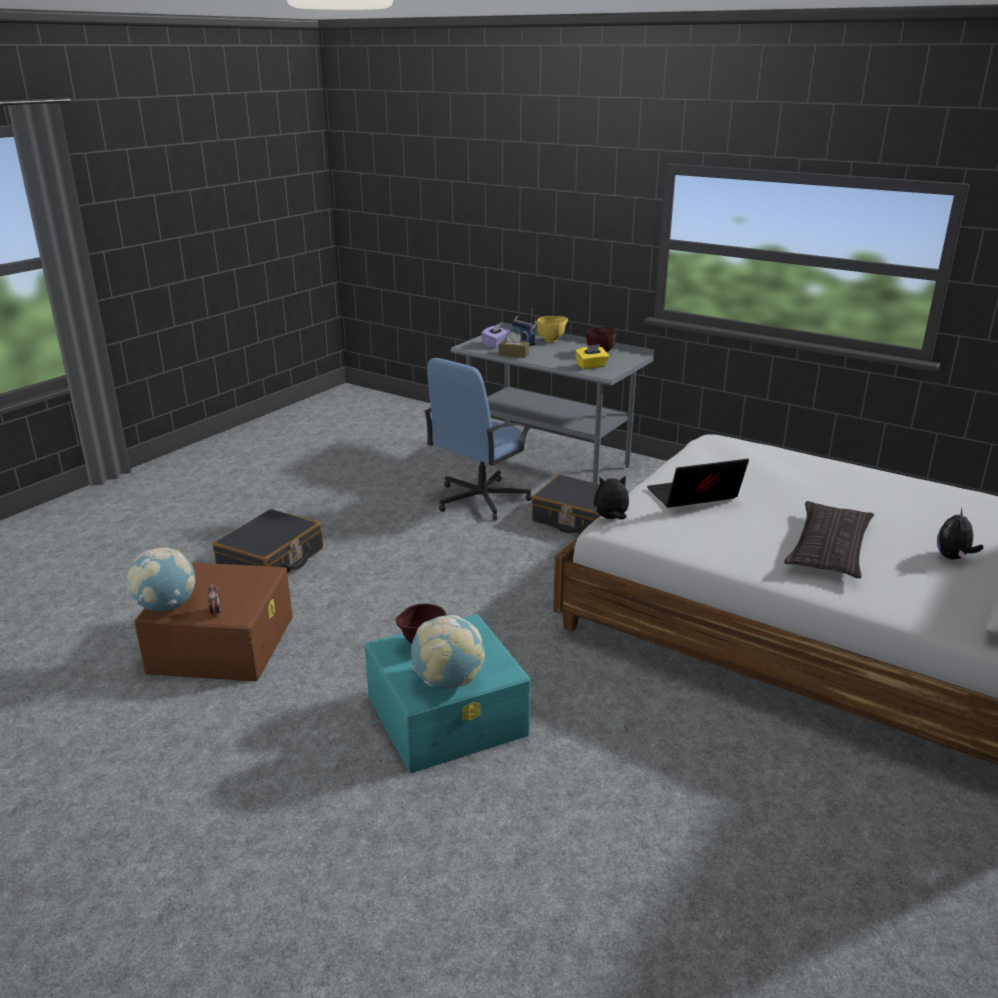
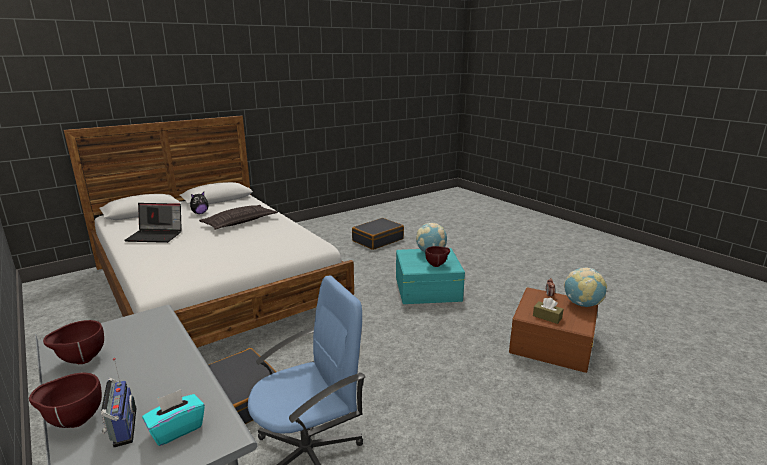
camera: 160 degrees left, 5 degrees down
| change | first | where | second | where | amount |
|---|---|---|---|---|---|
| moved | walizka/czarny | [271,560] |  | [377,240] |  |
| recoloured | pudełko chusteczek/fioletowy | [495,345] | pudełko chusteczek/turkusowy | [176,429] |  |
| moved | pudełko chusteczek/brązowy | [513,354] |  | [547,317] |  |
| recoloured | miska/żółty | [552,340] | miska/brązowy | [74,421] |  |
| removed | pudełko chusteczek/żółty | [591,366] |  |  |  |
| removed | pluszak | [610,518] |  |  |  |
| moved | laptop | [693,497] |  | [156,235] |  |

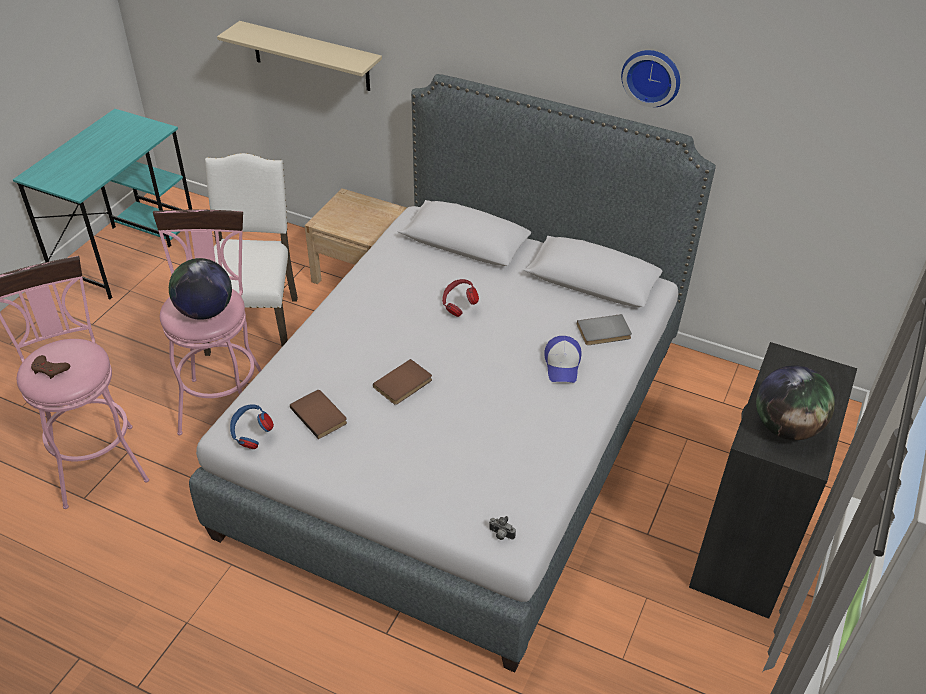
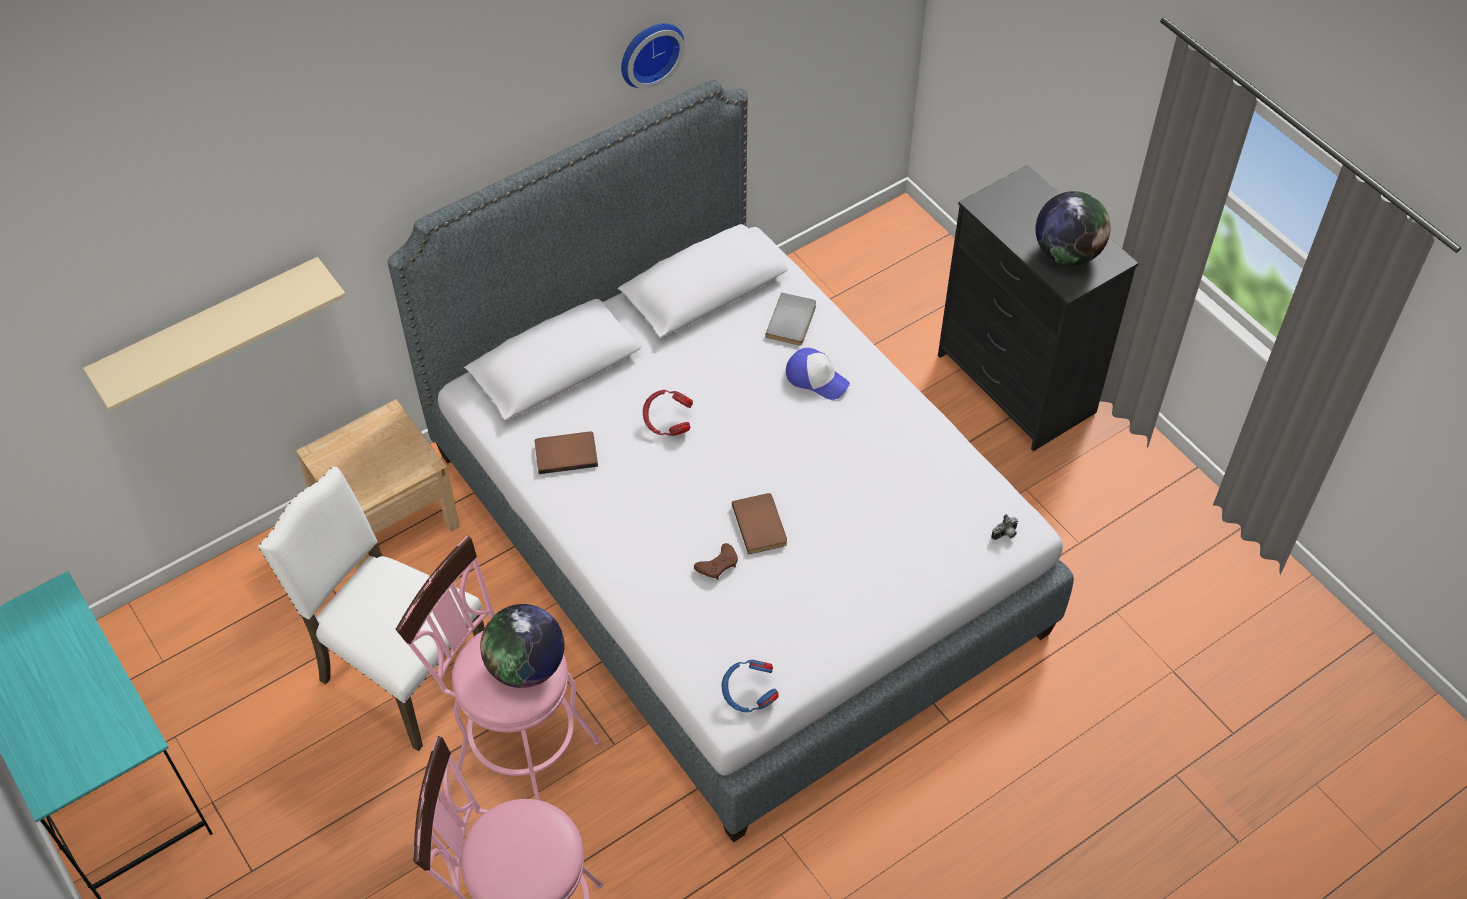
camera: 60 degrees left, 10 degrees up
| change | first | where | second | where | amount |
|---|---|---|---|---|---|
| moved | pad do gier/brązowy | [50,369] |  | [718,565] |  |
| moved | książka/brązowy | [320,415] |  | [566,453] |  |

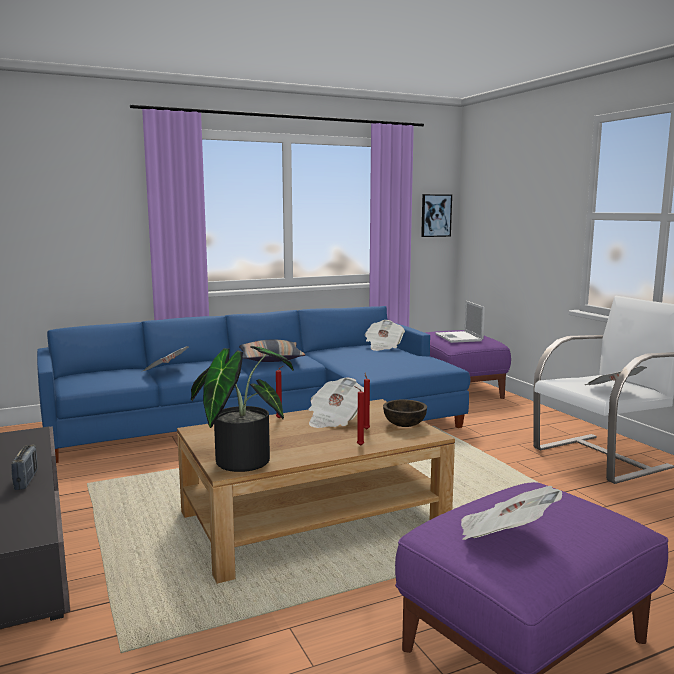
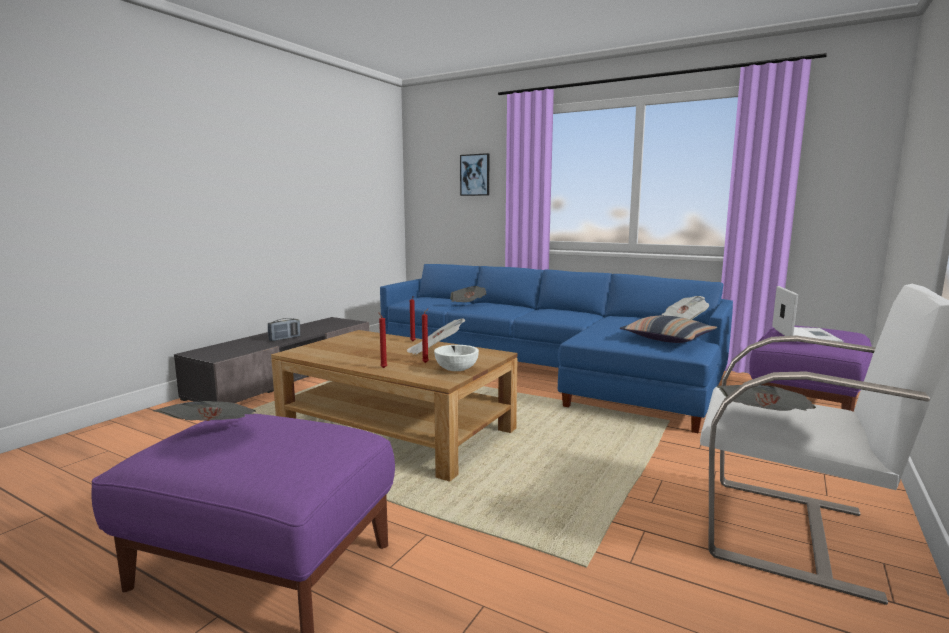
camera: 55 degrees right, 0 degrees up
| change | first | where | second | where | amount |
|---|---|---|---|---|---|
| removed | roślina doniczkowa | [241,459] |  |  |  |
| moved | poduszka | [270,359] |  | [667,338] |  |
| recoloured | miska/brązowy | [405,425] | miska/biały | [457,369] |  |
| moved | obraz | [435,215] |  | [475,175] |  |
| turned | laptop | [459,338] |  | [804,335] | 150 degrees clockwise |

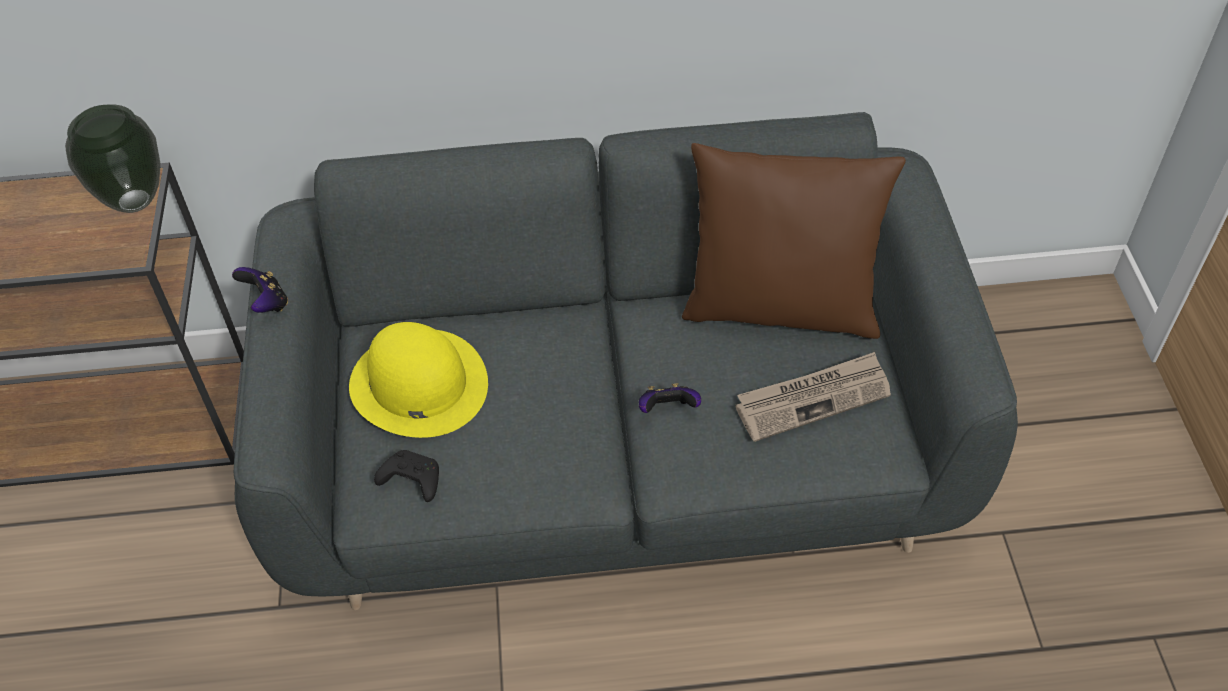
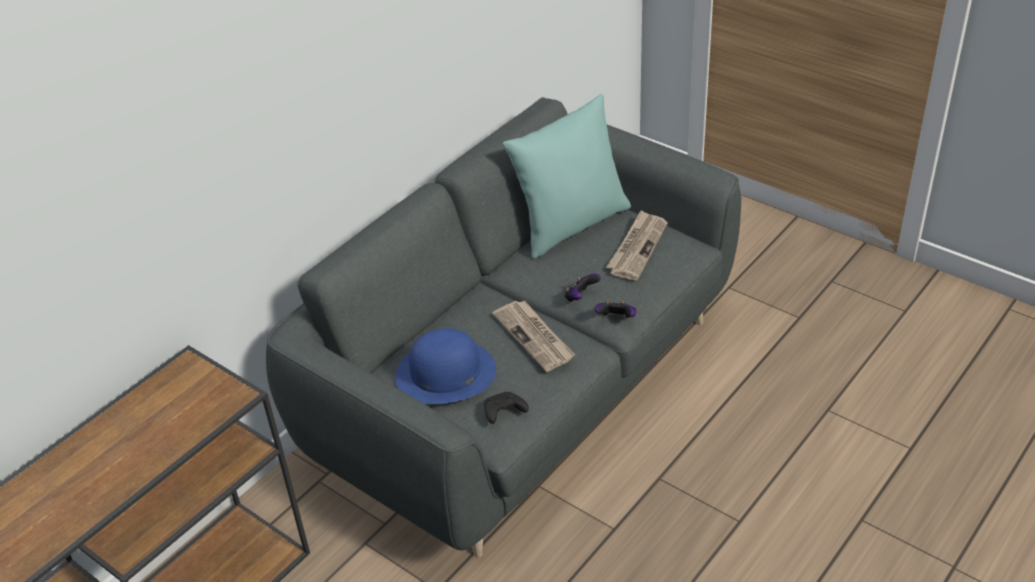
camera: 45 degrees left, 10 degrees down
| change | first | where | second | where | amount |
|---|---|---|---|---|---|
| removed | wazon | [133,202] |  |  |  |
| moved | pad do gier | [266,303] |  | [616,319] |  |
| recoloured | kapelusz/żółty | [418,384] | kapelusz/niebieski | [445,373] |  |
| recoloured | poduszka/brązowy | [780,308] | poduszka/turkusowy | [570,225] |  |
| added |  |  | gazeta | [534,337] |  |

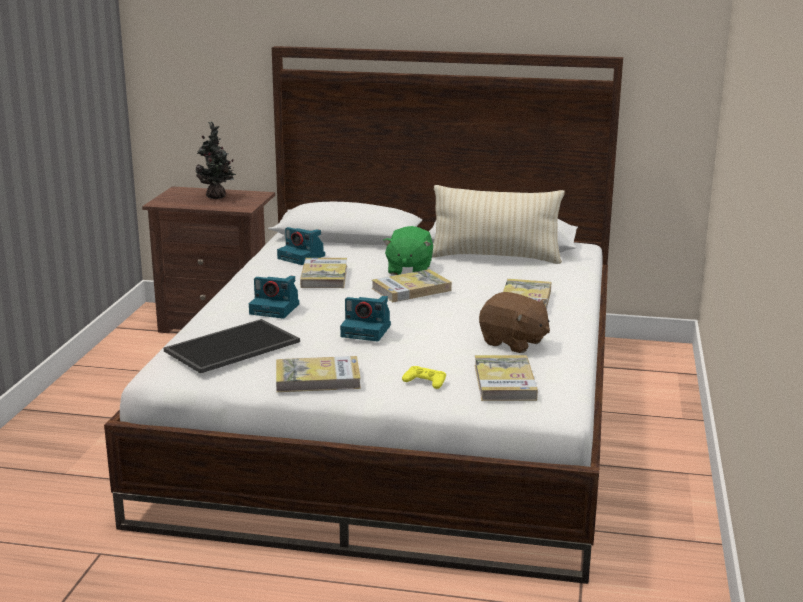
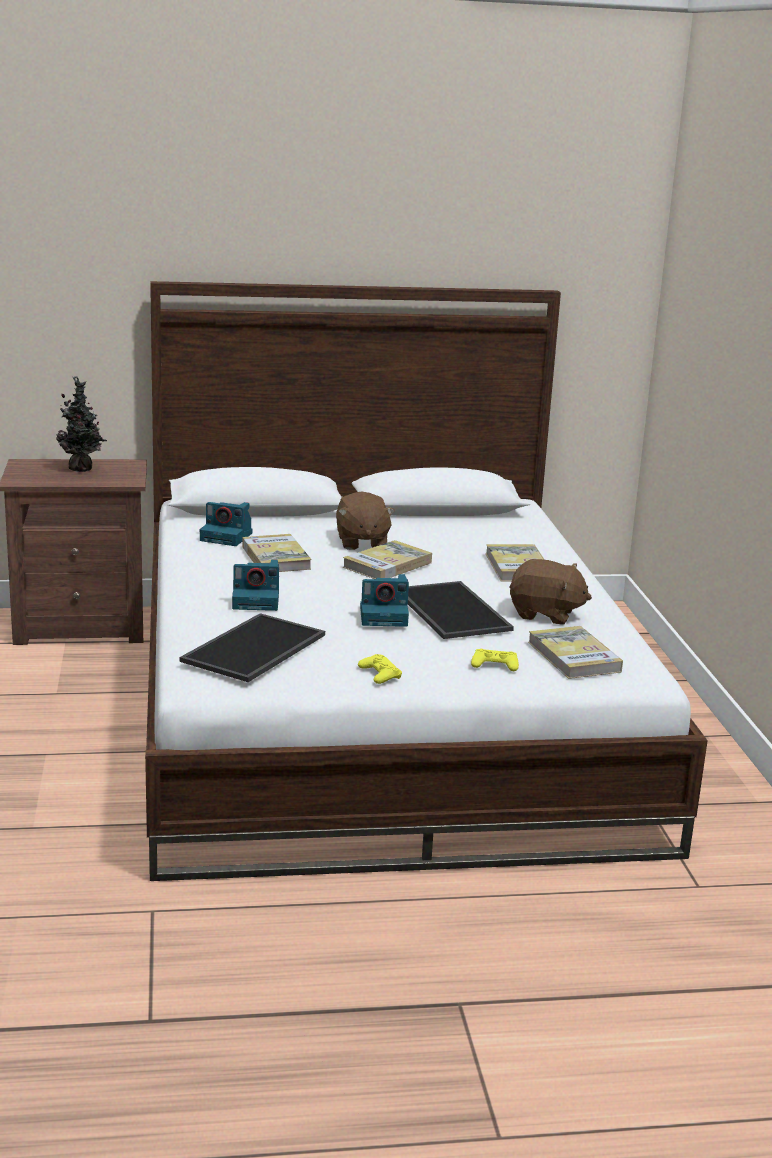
camera: 20 degrees left, 0 degrees up
| change | first | where | second | where | amount |
|---|---|---|---|---|---|
| replaced | książka | [317,378] | pad do gier/żółty | [379,674] |  |
| recoloured | pluszak/zielony | [408,270] | pluszak/brązowy | [361,542] |  |
| removed | poduszka/beżowy | [495,257] |  |  |  |
| added |  |  | taca | [449,610] |  |

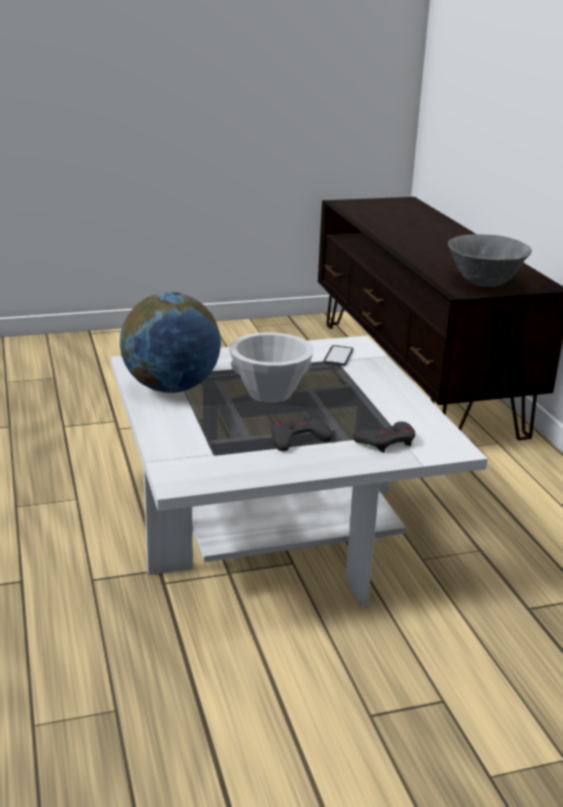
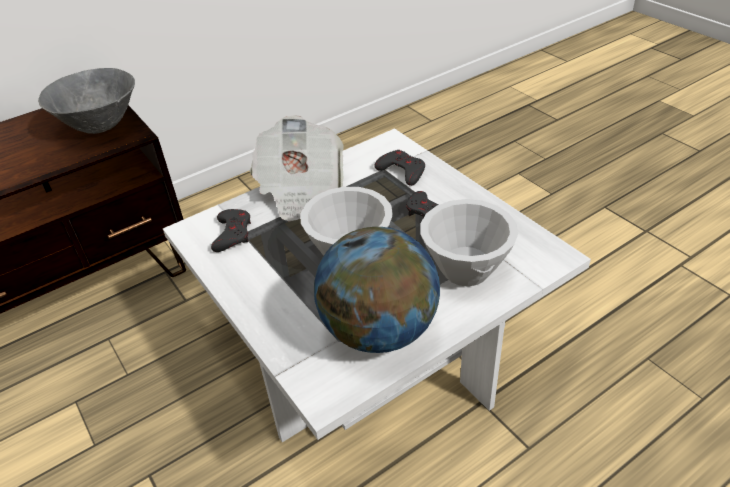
camera: 105 degrees left, 15 degrees up
| change | first | where | second | where | amount |
|---|---|---|---|---|---|
| replaced | telefon | [338,356] | pad do gier/szary | [232,234] |  |
| added |  |  | gazeta | [301,190] |  |
| added |  |  | miska/biały | [465,270] |  |

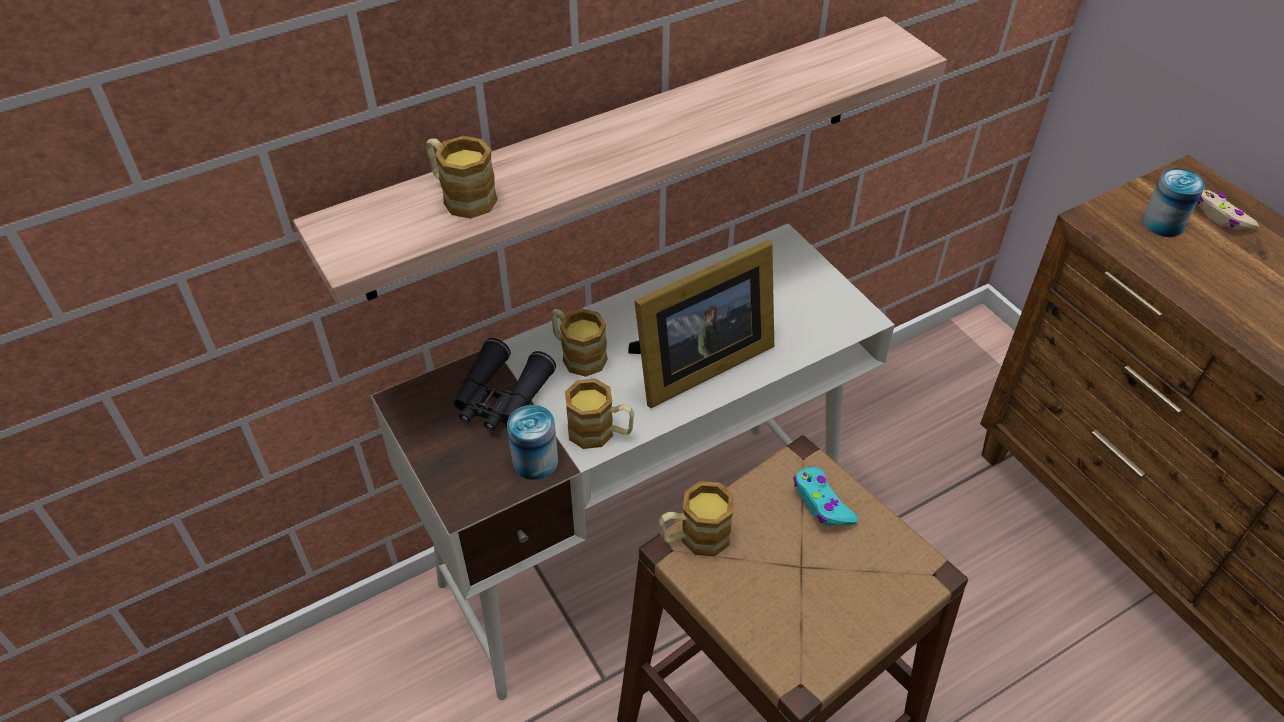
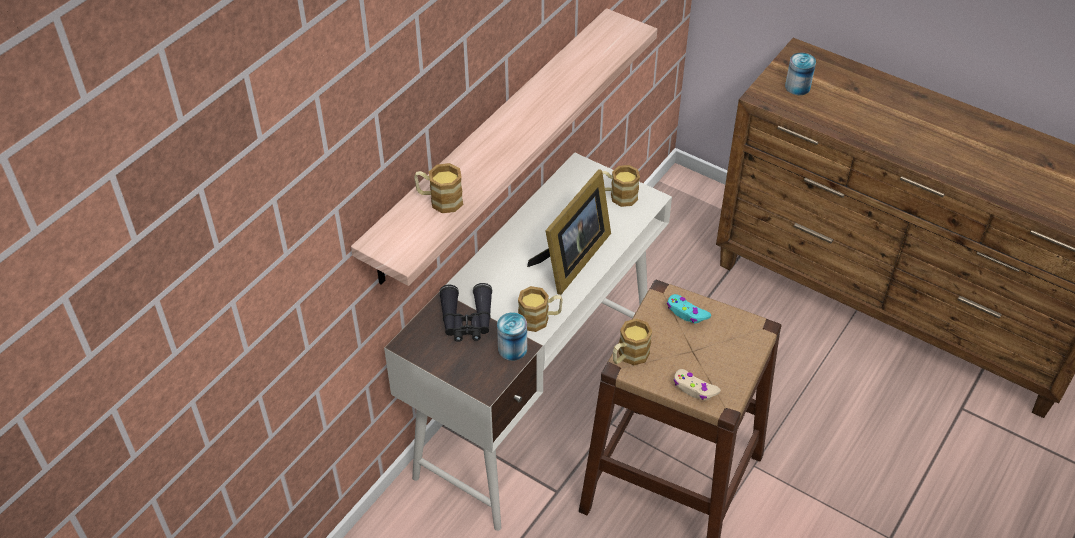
camera: 25 degrees left, 0 degrees up
| change | first | where | second | where | amount |
|---|---|---|---|---|---|
| moved | kubek | [577,354] |  | [618,195] |  |
| moved | pad do gier/beżowy | [1221,217] |  | [694,389] |  |

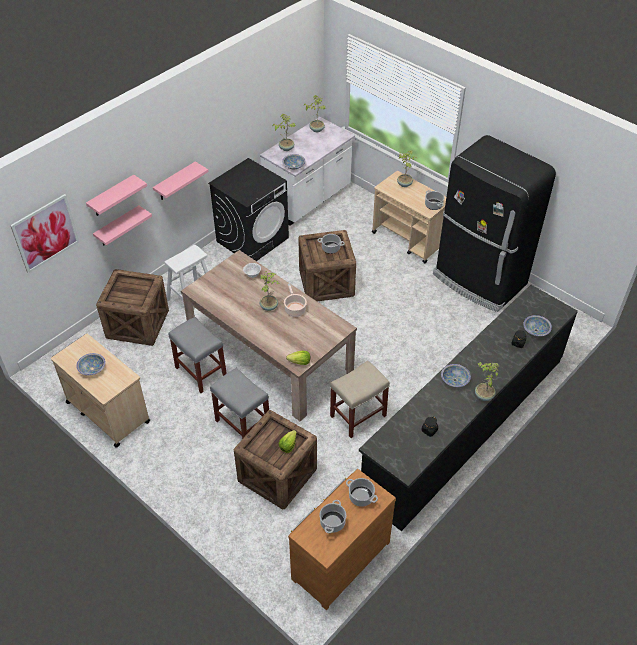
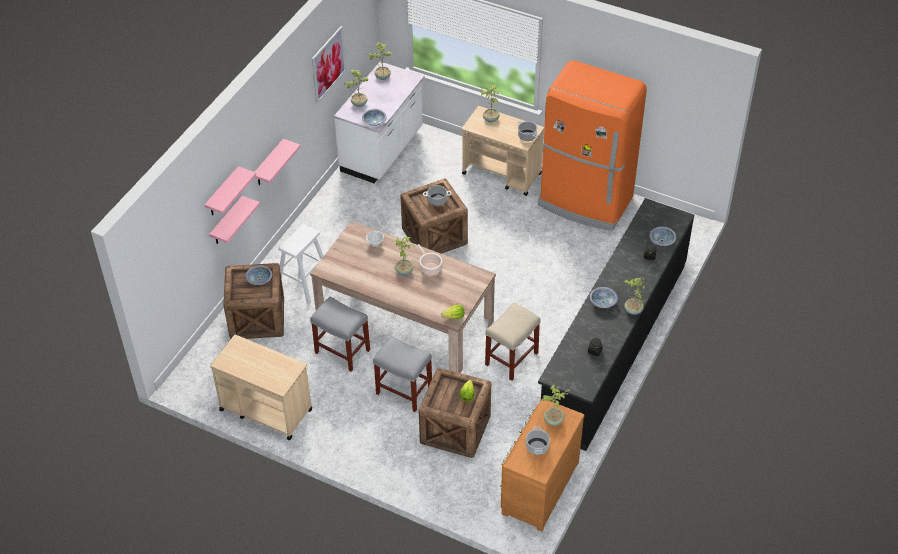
camera: 15 degrees left, 0 degrees up
| change | first | where | second | where | amount |
|---|---|---|---|---|---|
| moved | obraz | [45,233] |  | [328,64] |  |
| moved | miska | [92,368] |  | [259,279] |  |
| removed | pralka/czarny | [252,239] |  |  |  |
| replaced | garnek | [360,497] | roślina doniczkowa | [554,420] |  |
| recoloured | lodówka/czarny | [479,280] | lodówka/pomarańczowy | [585,202] |  |

